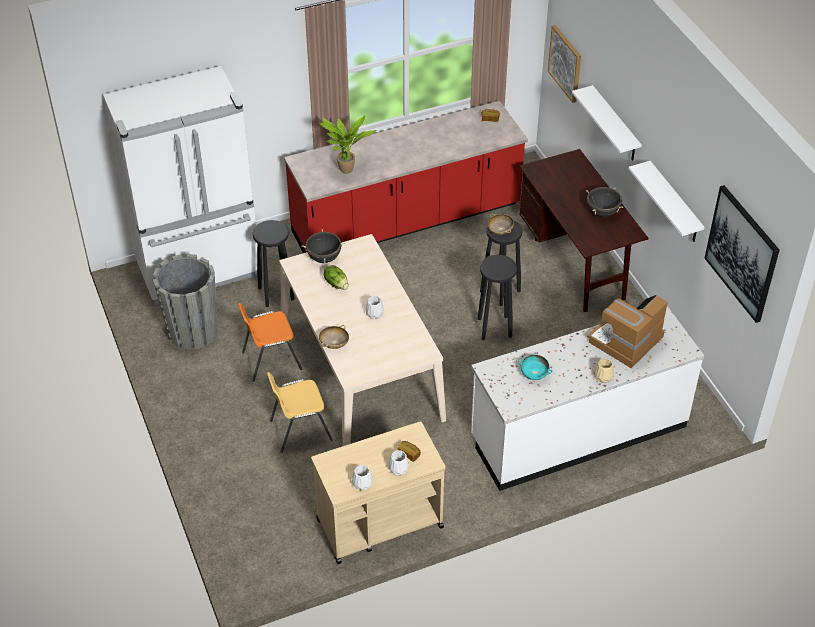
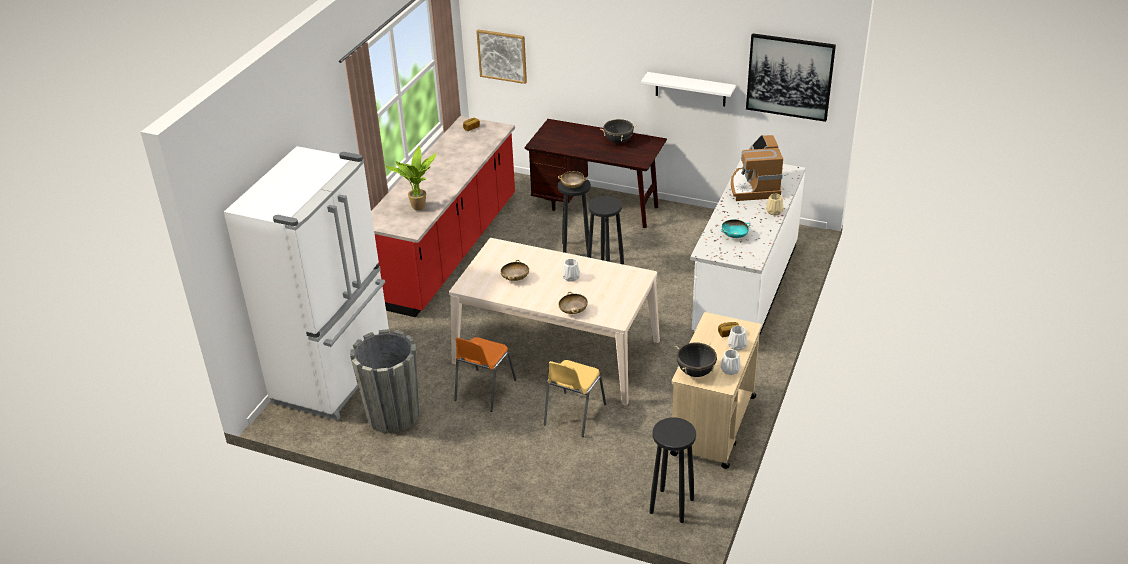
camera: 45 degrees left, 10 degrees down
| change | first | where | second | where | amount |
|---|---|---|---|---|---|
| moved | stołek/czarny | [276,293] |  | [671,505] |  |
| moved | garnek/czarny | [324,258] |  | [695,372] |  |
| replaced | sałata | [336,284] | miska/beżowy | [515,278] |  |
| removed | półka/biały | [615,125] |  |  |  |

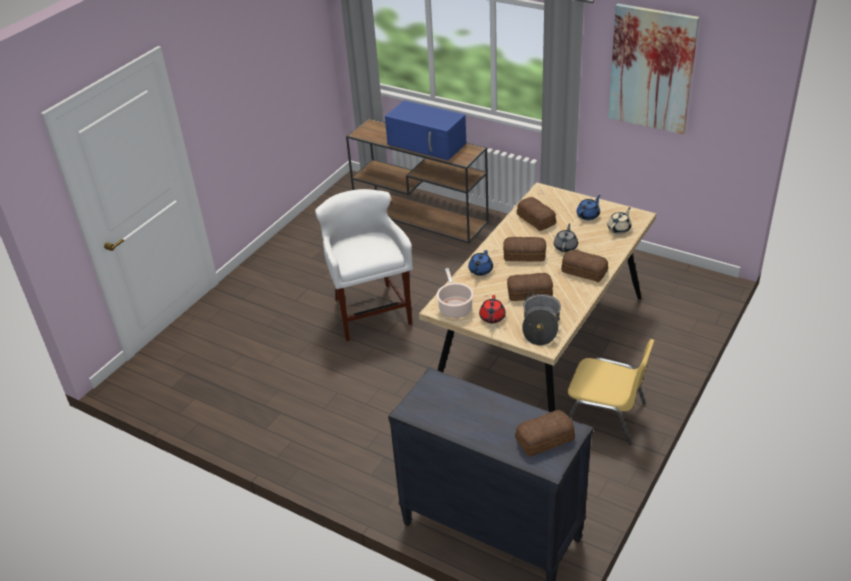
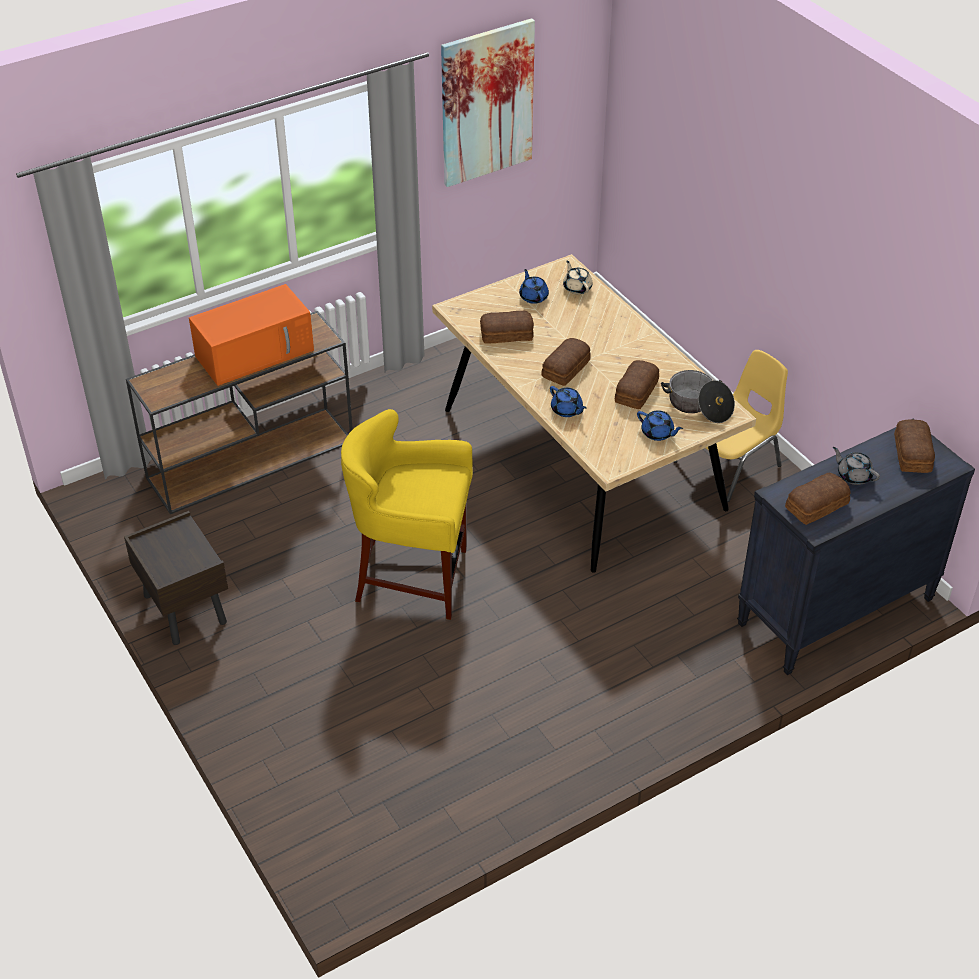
camera: 65 degrees left, 5 degrees up
| change | first | where | second | where | amount |
|---|---|---|---|---|---|
| recoloured | stołek/biały | [370,313] | stołek/żółty | [413,578] |  |
| recoloured | mikrofalówka/niebieski | [428,144] | mikrofalówka/pomarańczowy | [256,352] |  |
| removed | garnek | [455,307] |  |  |  |
| recoloured | imbryk/czerwony | [492,318] | imbryk/niebieski | [658,433] |  |
| moved | imbryk/szary | [565,247] |  | [853,476] |  |
| moved | chleb | [584,271] |  | [815,505] |  |
| added |  |  | szafka nocna/brązowy | [184,609] |  |

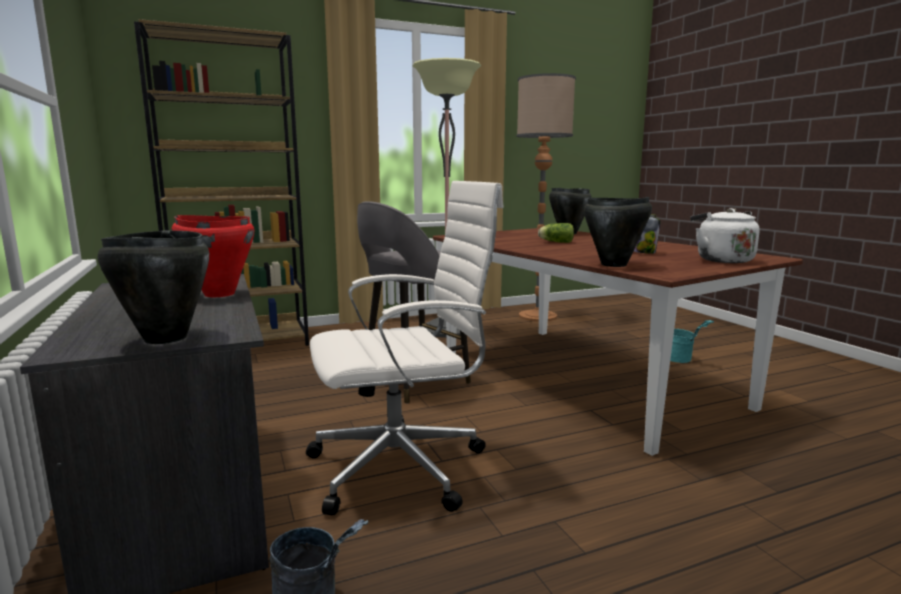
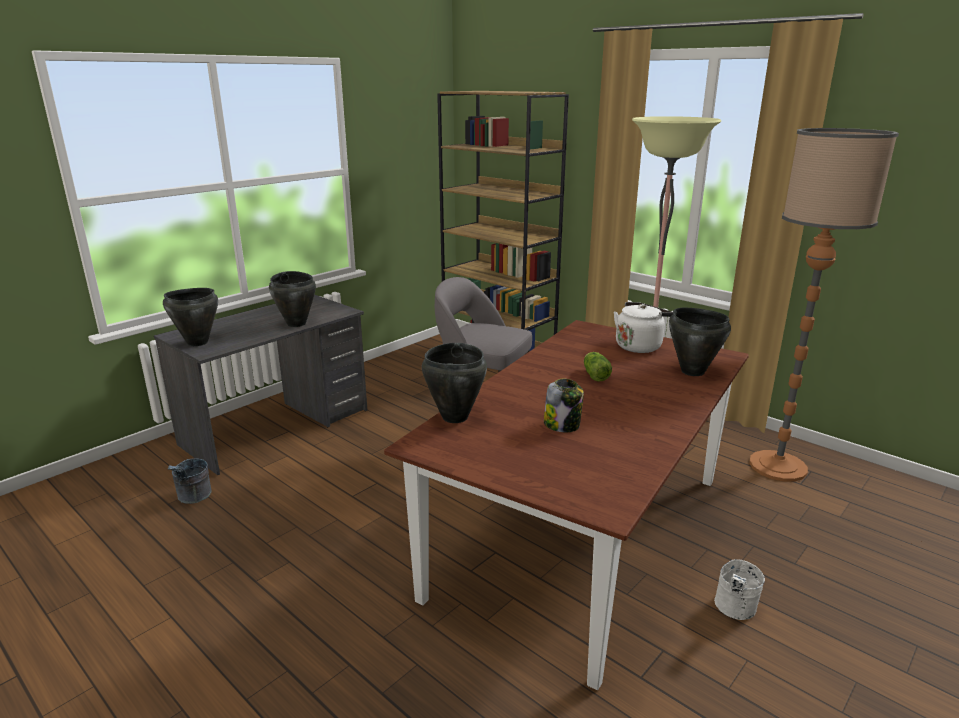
camera: 65 degrees right, 10 degrees up
| change | first | where | second | where | amount |
|---|---|---|---|---|---|
| recoloured | garnek/czerwony | [219,294] | garnek/czarny | [297,323] |  |
| removed | krzesło biurowe/biały | [403,466] |  |  |  |
| recoloured | wiadro/turkusowy | [681,360] | wiadro/biały | [734,610] |  |
| moved | czajnik/biały | [721,260] |  | [639,346] |  |

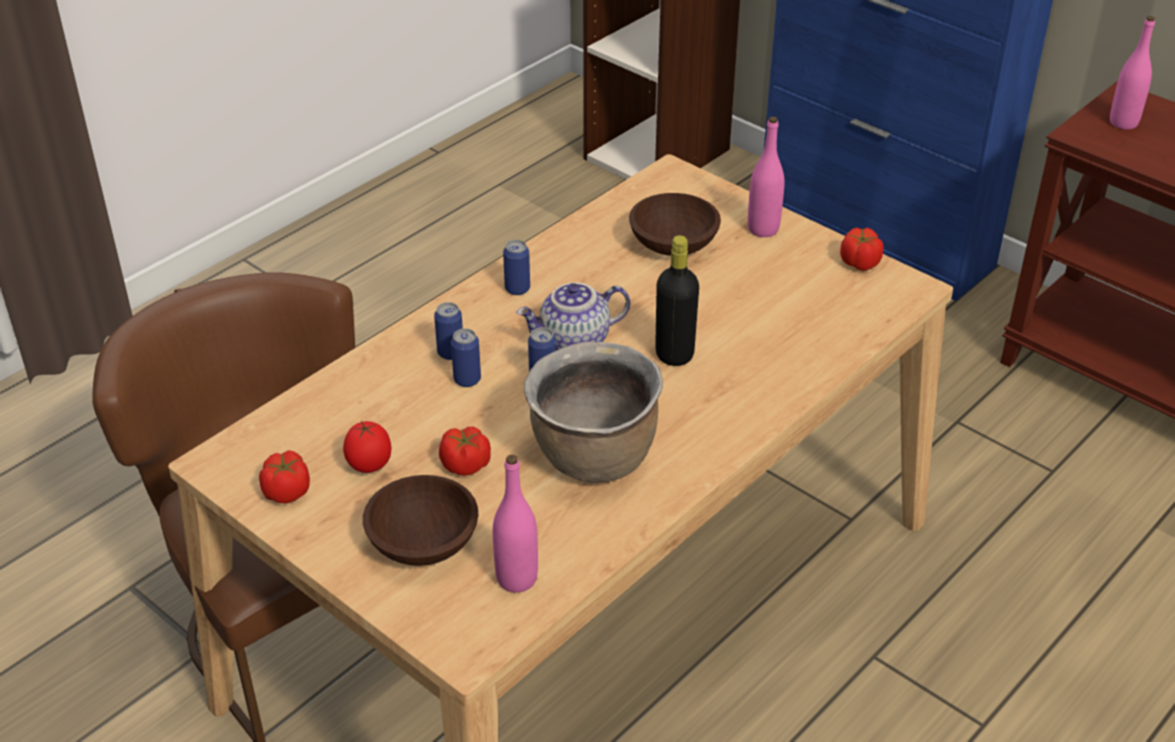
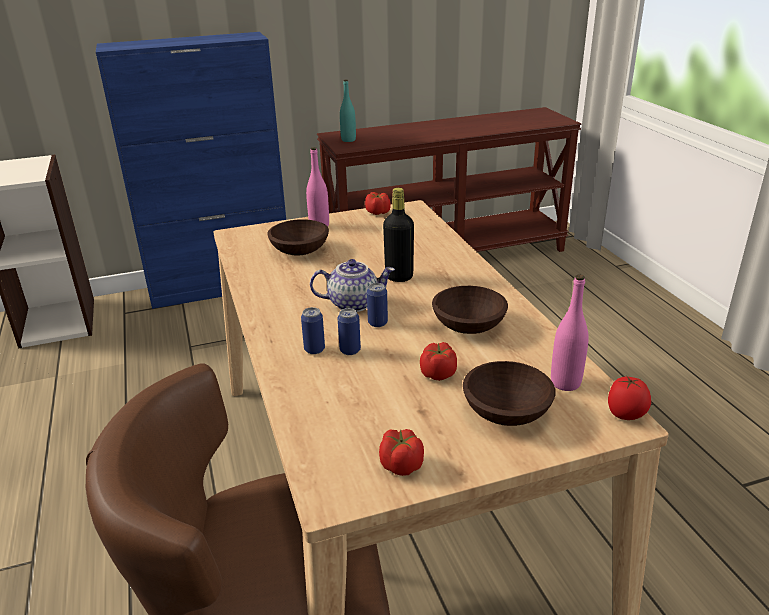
camera: 60 degrees left, 10 degrees down
| change | first | where | second | where | amount |
|---|---|---|---|---|---|
| moved | pomidor | [369,466] |  | [626,415] |  |
| removed | puszka | [517,289] |  |  |  |
| turned | imbryk | [574,342] |  | [354,303] | 105 degrees counterclockwise |
| replaced | garnek/brązowy | [593,458] | miska/brązowy | [470,326] |  |
| recoloured | butelka/różowy | [1123,123] | butelka/turkusowy | [348,140] |  |

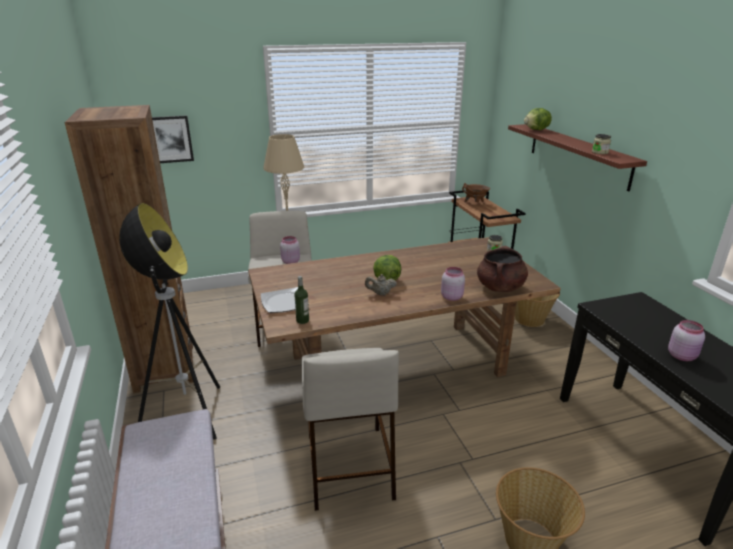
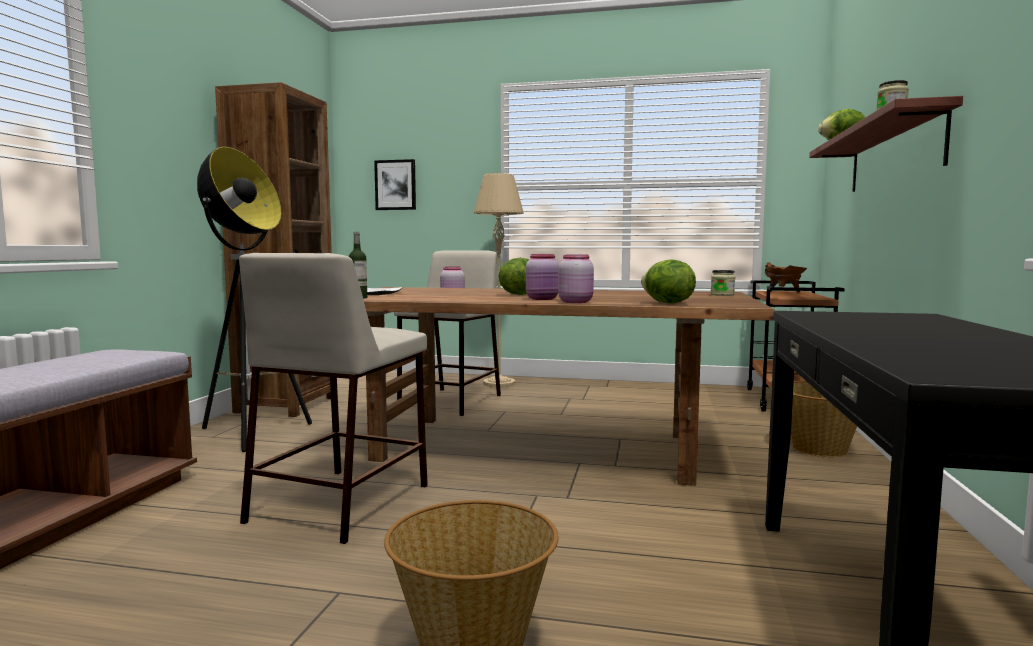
camera: 30 degrees right, 20 degrees down
| change | first | where | second | where | amount |
|---|---|---|---|---|---|
| removed | imbryk/beżowy | [380,293] |  |  |  |
| replaced | garnek/brązowy | [500,287] | sałata | [667,303] |  |
| moved | słoik/różowy | [682,356] |  | [543,299] |  |

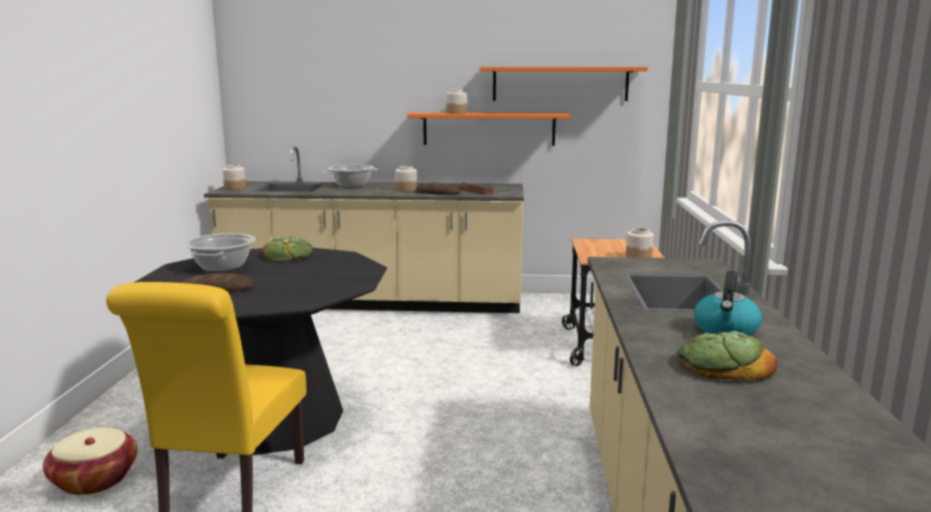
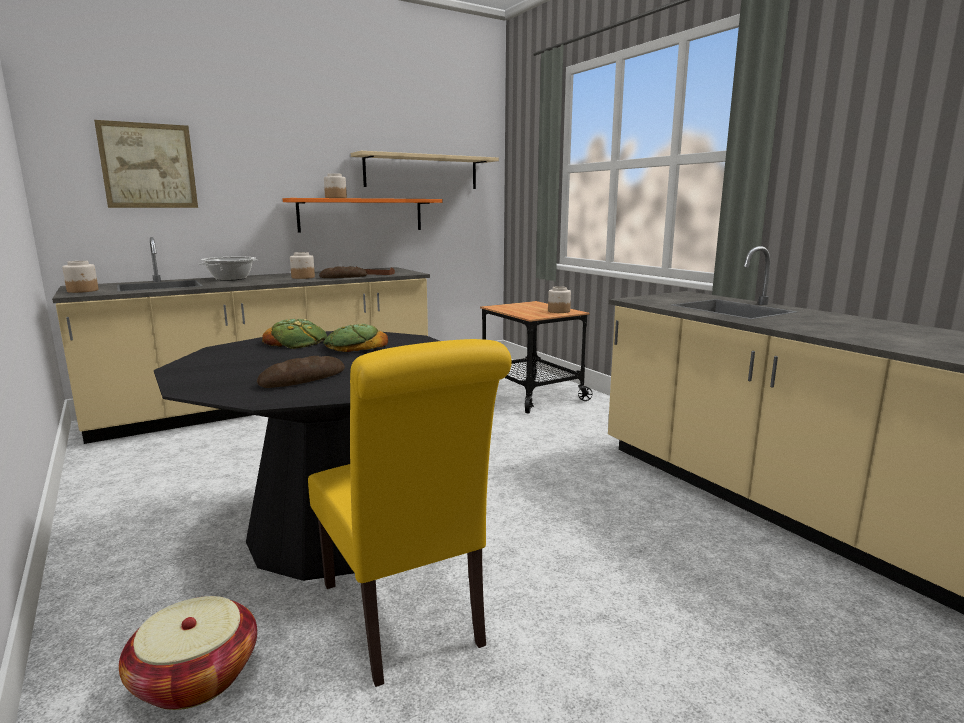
camera: 35 degrees left, 0 degrees up
| change | first | where | second | where | amount |
|---|---|---|---|---|---|
| removed | garnek | [222,267] |  |  |  |
| recoloured | półka/pomarańczowy | [560,84] | półka/beżowy | [421,172] |  |
| moved | chleb | [723,365] |  | [355,346] |  |
| removed | czajnik | [726,330] |  |  |  |
| added |  |  | obraz | [148,166] |  |

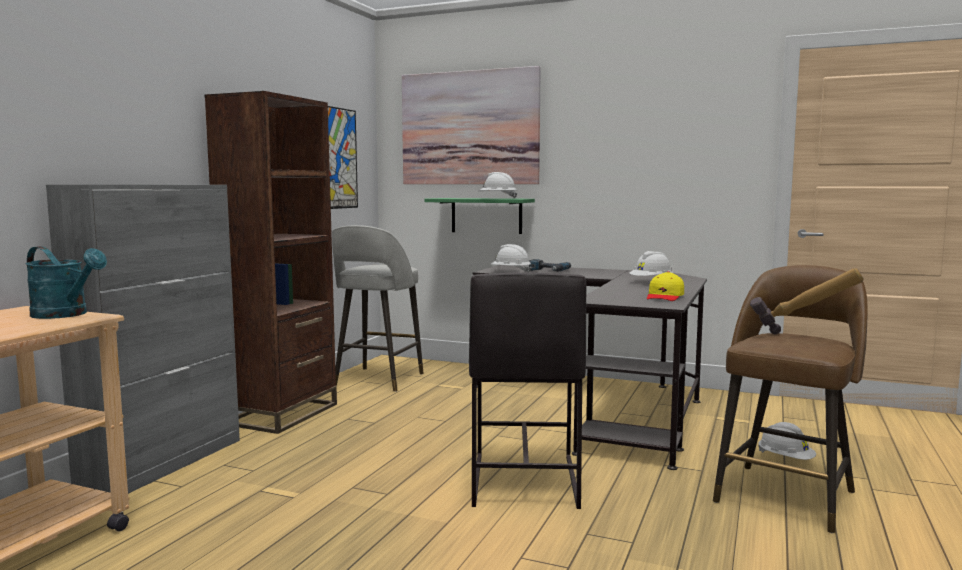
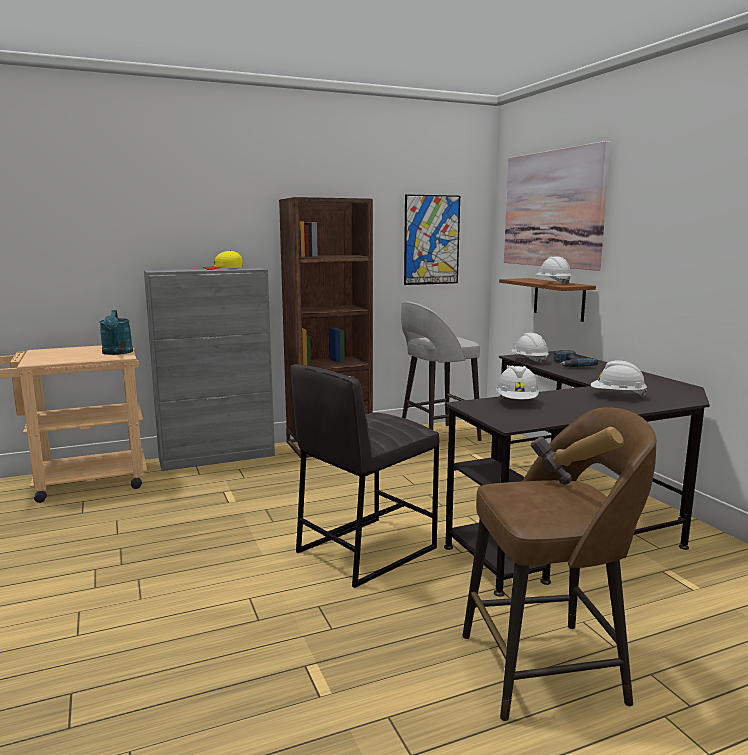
camera: 45 degrees right, 5 degrees up
| change | first | where | second | where | amount |
|---|---|---|---|---|---|
| recoloured | półka/zielony | [486,215] | półka/brązowy | [559,299] |  |
| moved | czapka z daszkiem/żółty | [665,297] |  | [223,269] |  |
| moved | kask/biały | [785,459] |  | [517,402] |  |

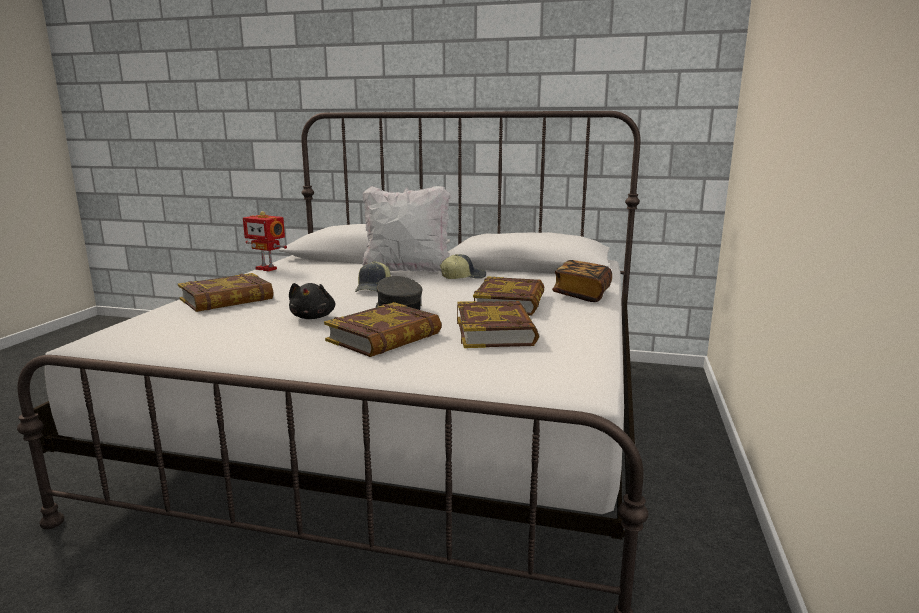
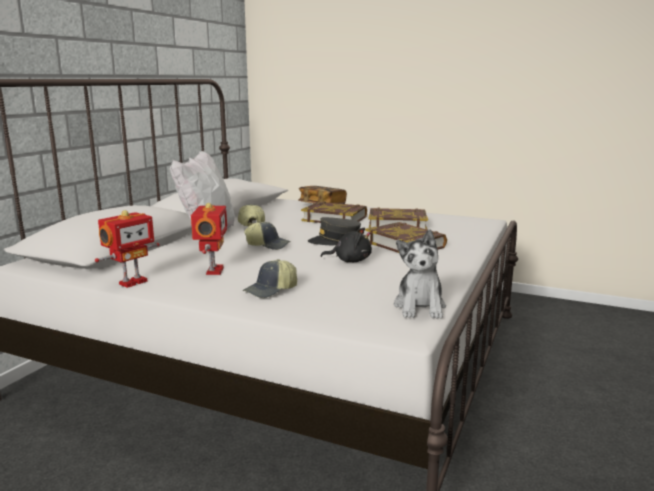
camera: 80 degrees left, 0 degrees up
| change | first | where | second | where | amount |
|---|---|---|---|---|---|
| replaced | książka | [227,299] | czapka z daszkiem | [271,291] |  |
| added |  |  | robot zabawkowy | [213,271] |  |
| added |  |  | pluszak | [420,307] |  |

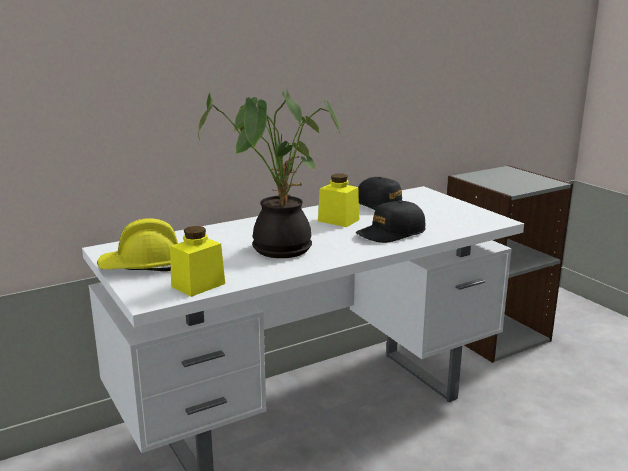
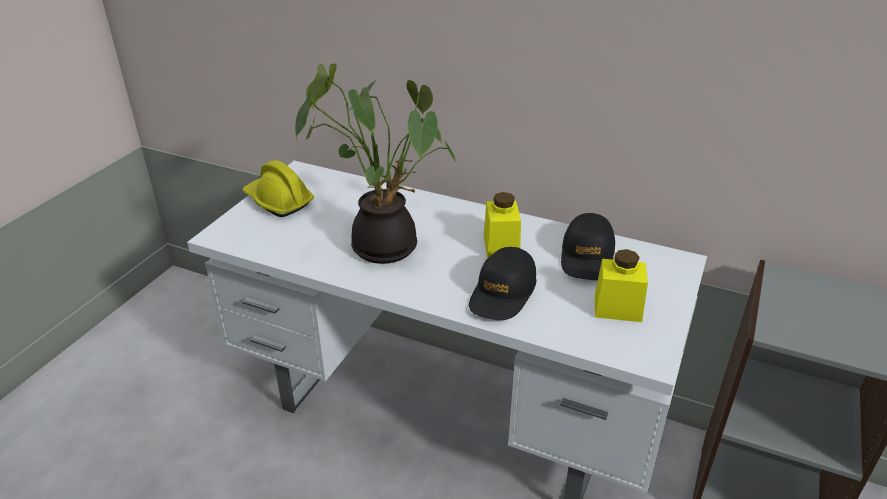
camera: 55 degrees right, 15 degrees up
| change | first | where | second | where | amount |
|---|---|---|---|---|---|
| moved | słoik/żółty | [198,285] |  | [617,308] |  |
| turned | czapka z daszkiem/czarny | [391,233] |  | [502,293] | 90 degrees counterclockwise |

